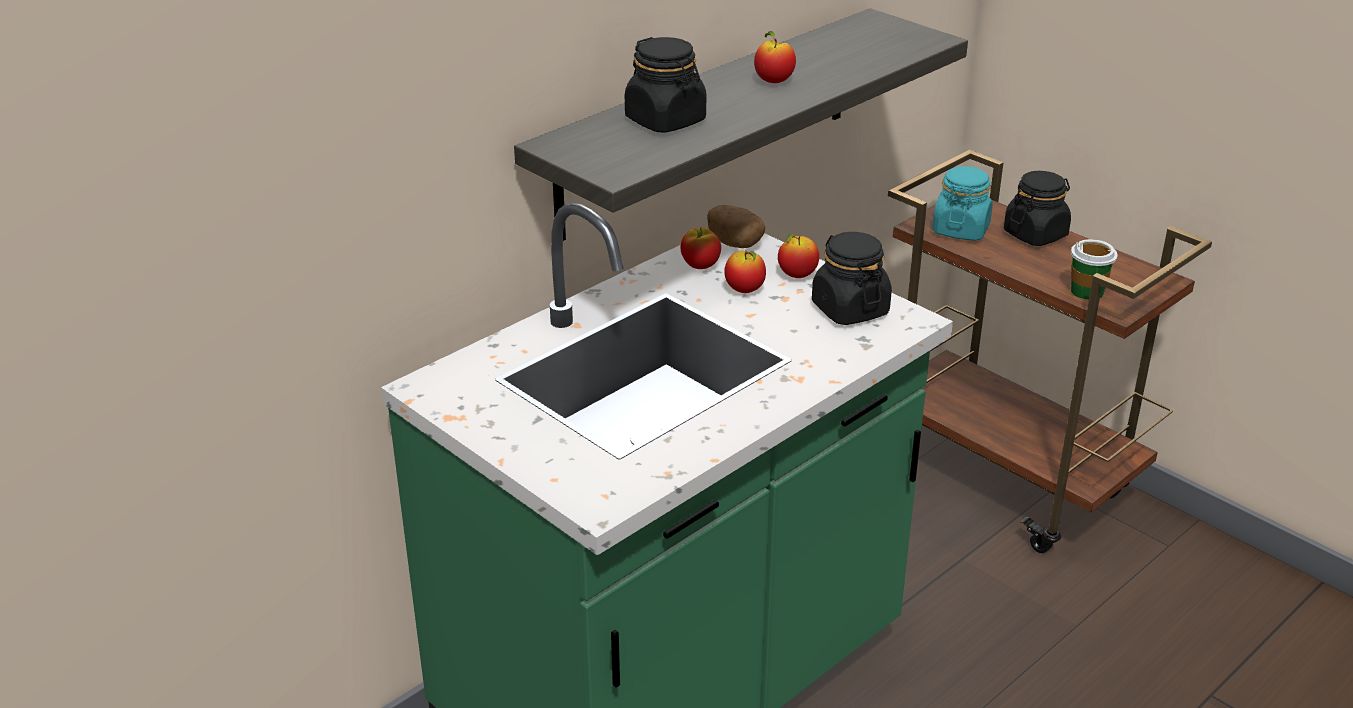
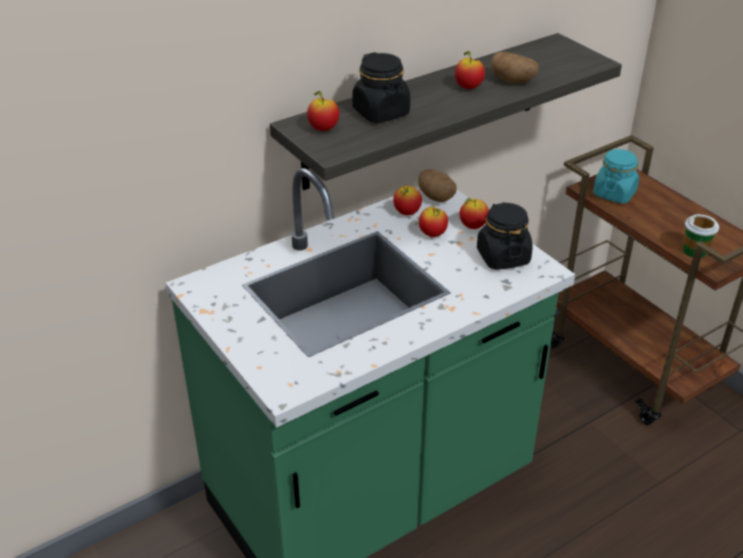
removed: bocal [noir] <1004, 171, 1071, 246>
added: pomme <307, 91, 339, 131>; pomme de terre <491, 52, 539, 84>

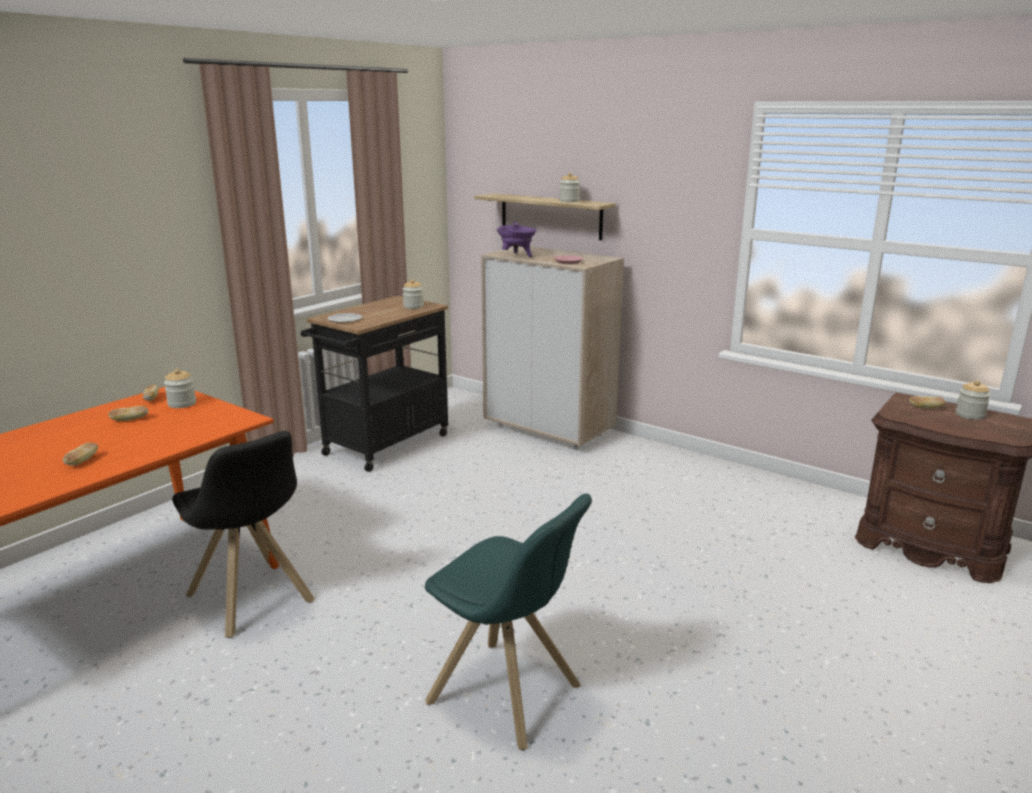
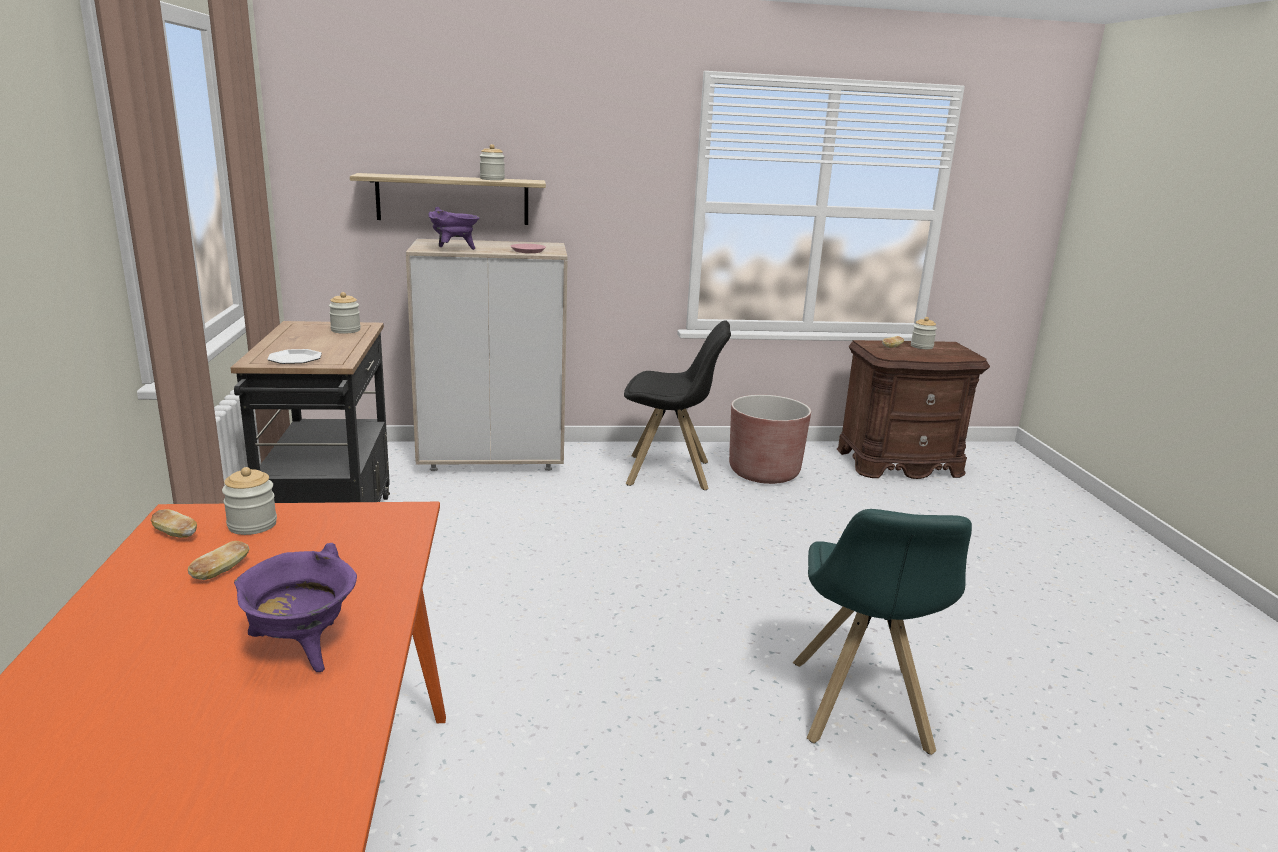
added: cache-pot [marron] <729, 395, 811, 484>
moved: chaise [noir] <172, 431, 315, 638> to <624, 320, 731, 490>
replaced: pain <63, 442, 98, 466> to marmite [violet] <234, 543, 357, 672>
turned: chaise [turquoise] <425, 494, 592, 750> = <793, 509, 972, 755> 105 degrees clockwise

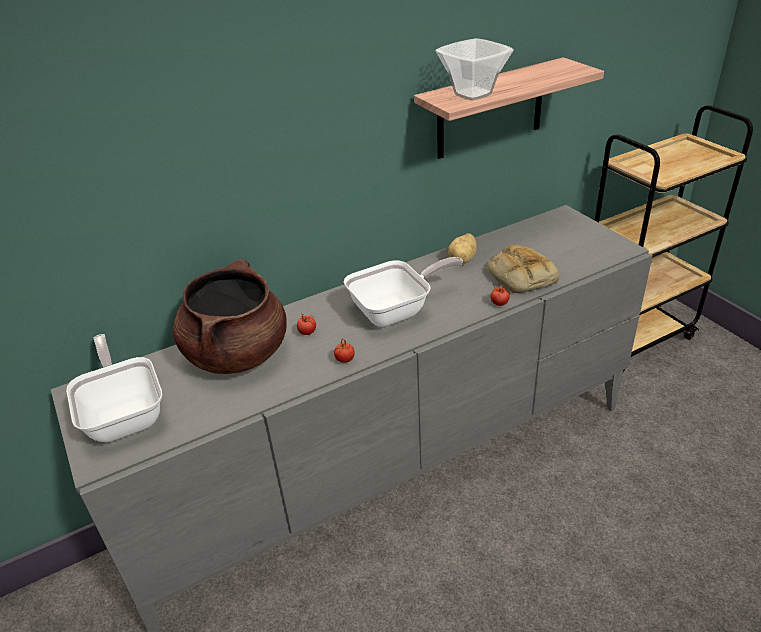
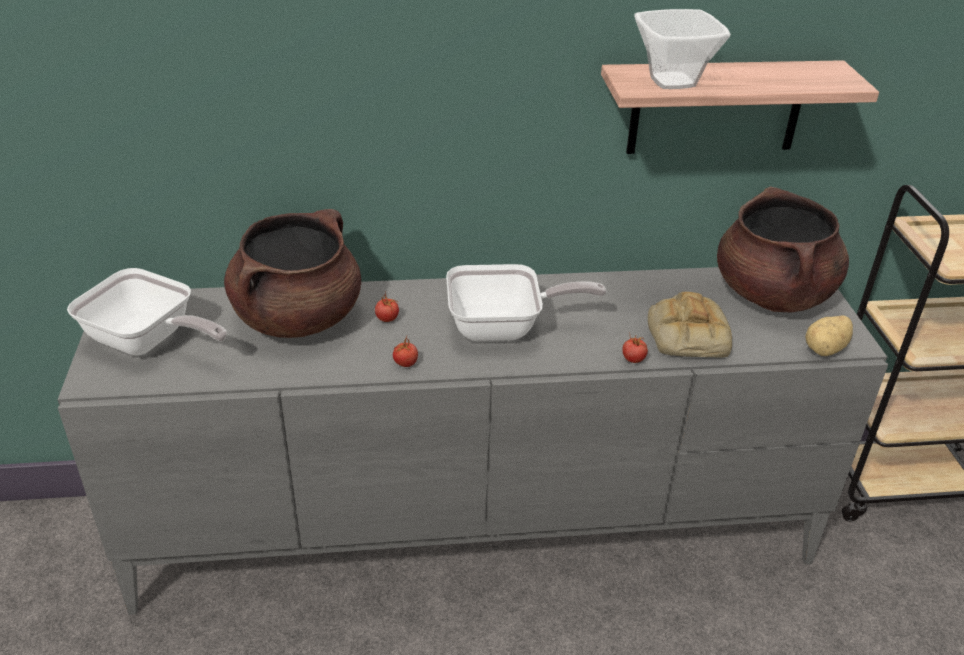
added: marmite [marron] <717, 186, 849, 313>
moved: pomme de terre <448, 233, 477, 264> to <805, 316, 853, 356>
turned: poêle <66, 334, 162, 442> = <67, 268, 227, 356> 120 degrees clockwise

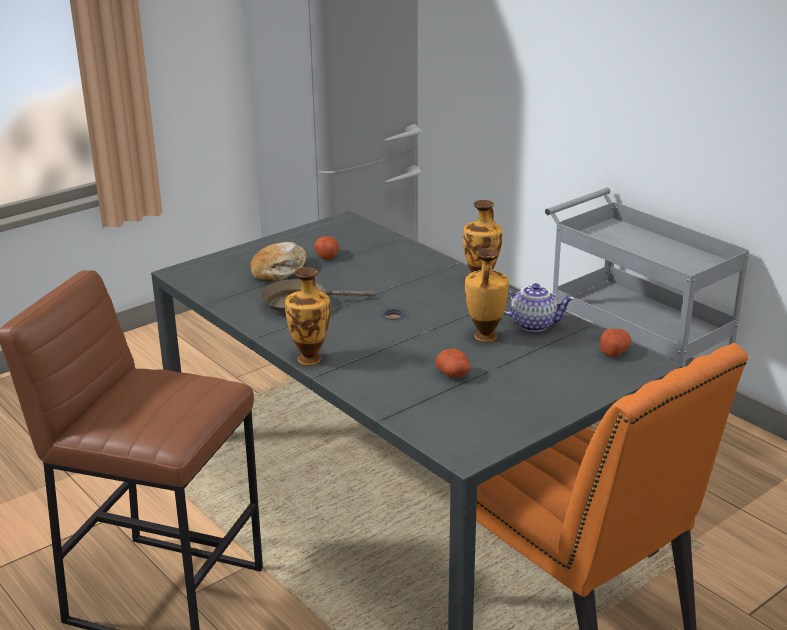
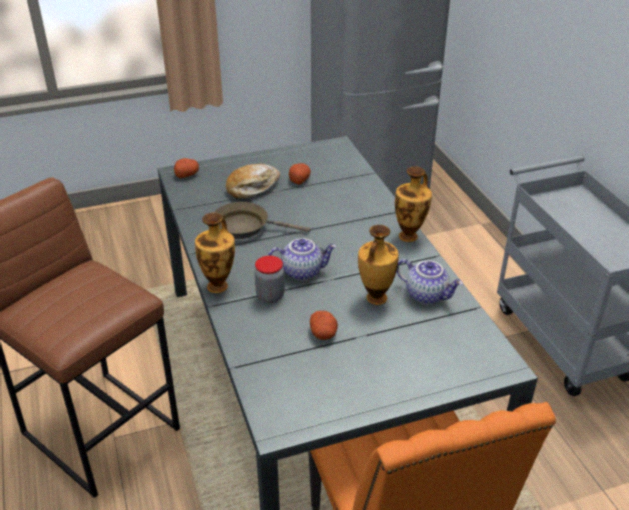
added: bocal <255, 256, 285, 303>; théière <268, 238, 337, 281>
moved: pomme de terre <599, 329, 631, 357> to <174, 158, 199, 178>

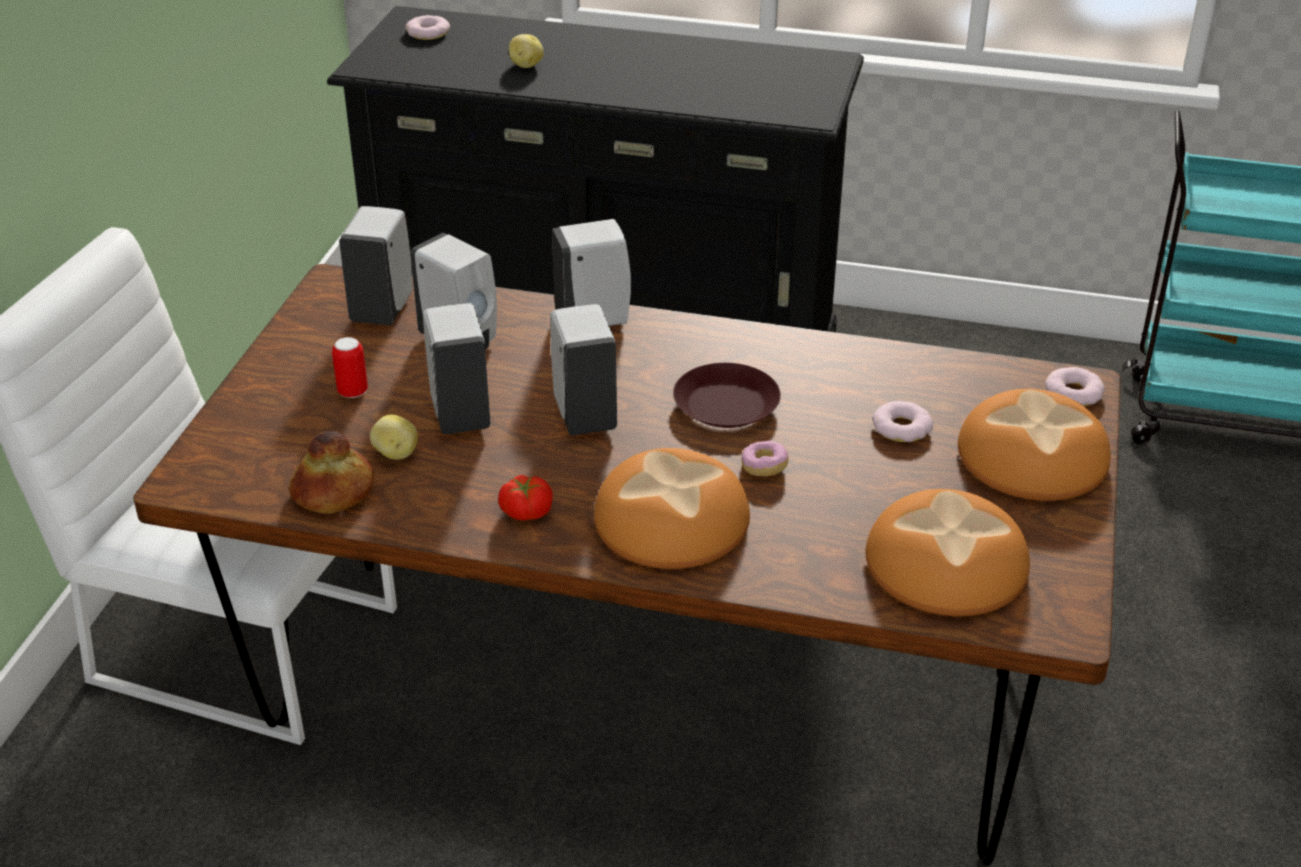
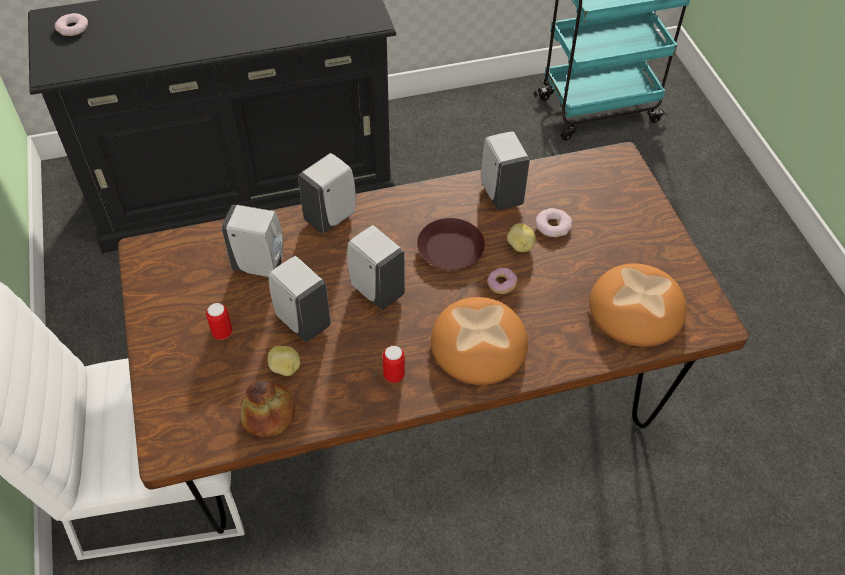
removed: pain <958, 389, 1111, 501>; beignet <1045, 367, 1105, 406>
moved: distributeur de savon [blanc] <339, 206, 412, 325> to <481, 131, 530, 210>; pomme de terre <509, 34, 544, 68> to <507, 223, 536, 252>
replaced: tomate <498, 474, 553, 520> to boîte métallique <383, 346, 405, 383>

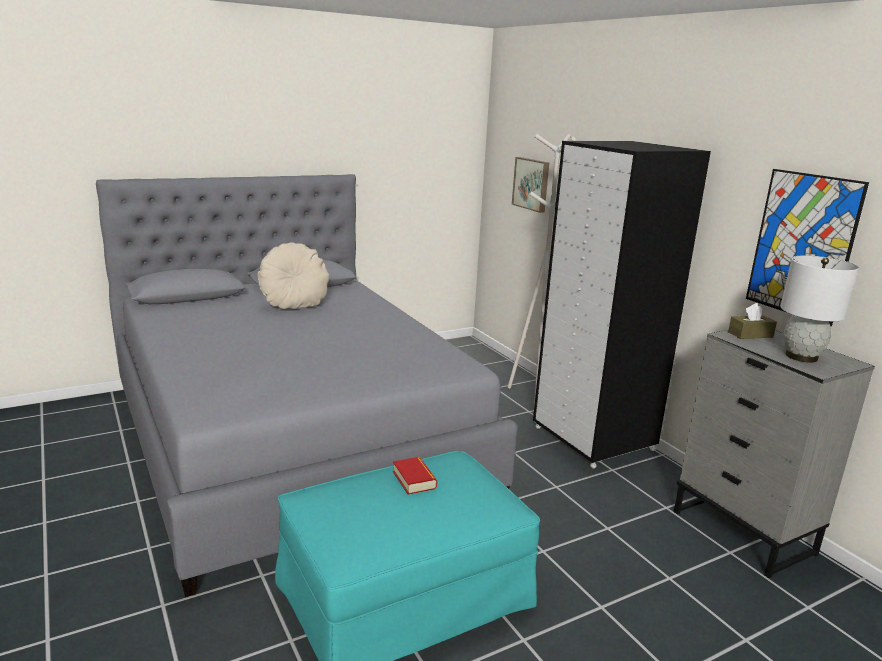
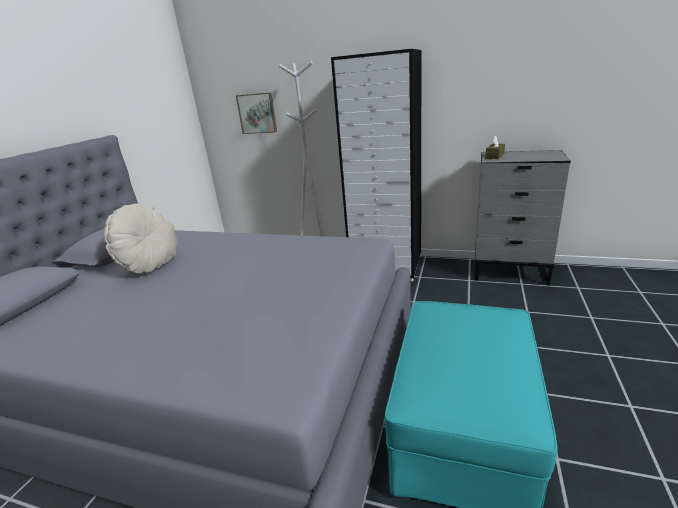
removed: livre <393, 457, 437, 495>; tableau <746, 169, 869, 326>; lampe de table [blanc] <781, 255, 859, 363>

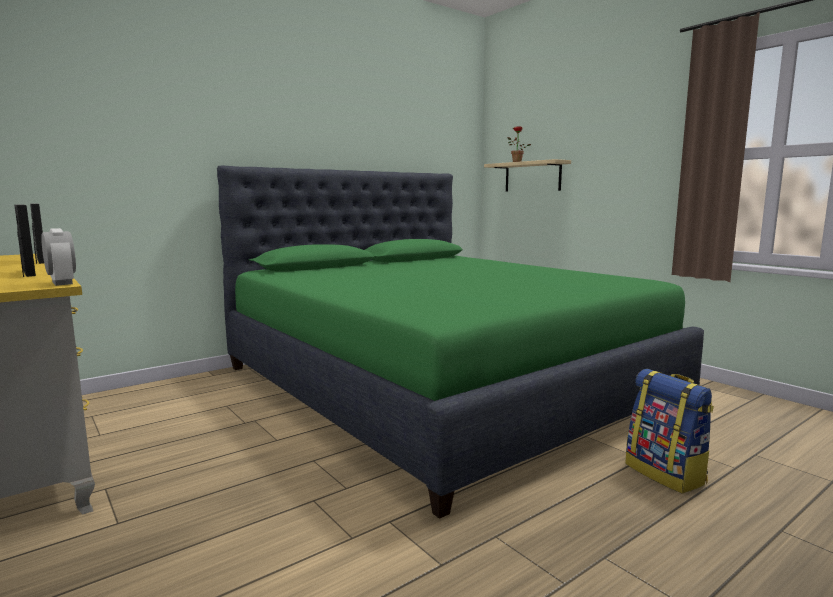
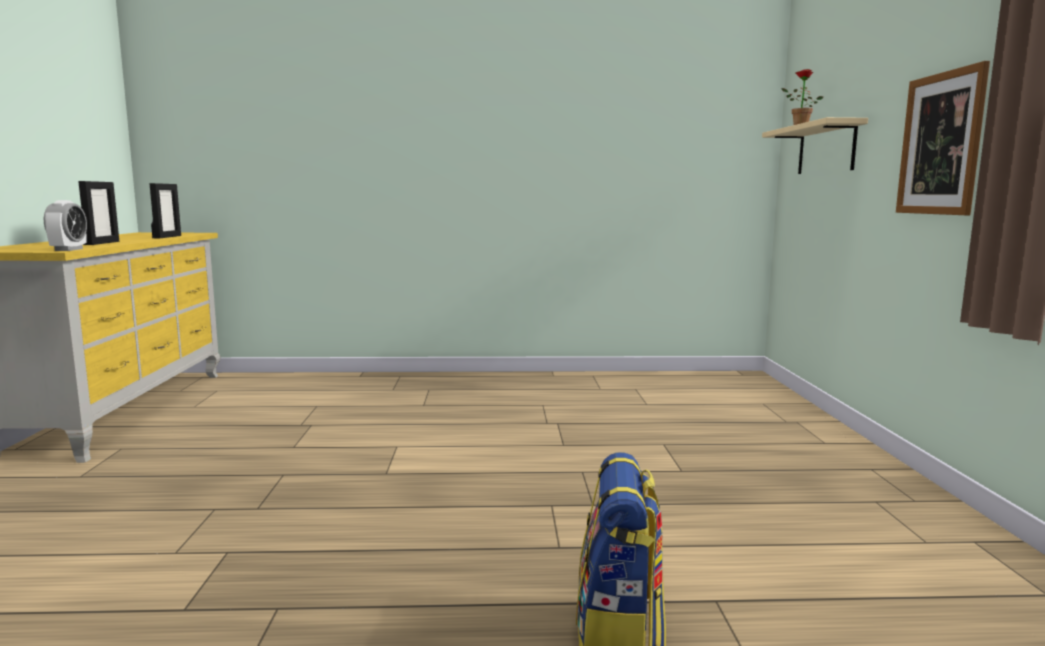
removed: lit [vert] <217, 166, 704, 519>
added: tableau <896, 61, 990, 215>

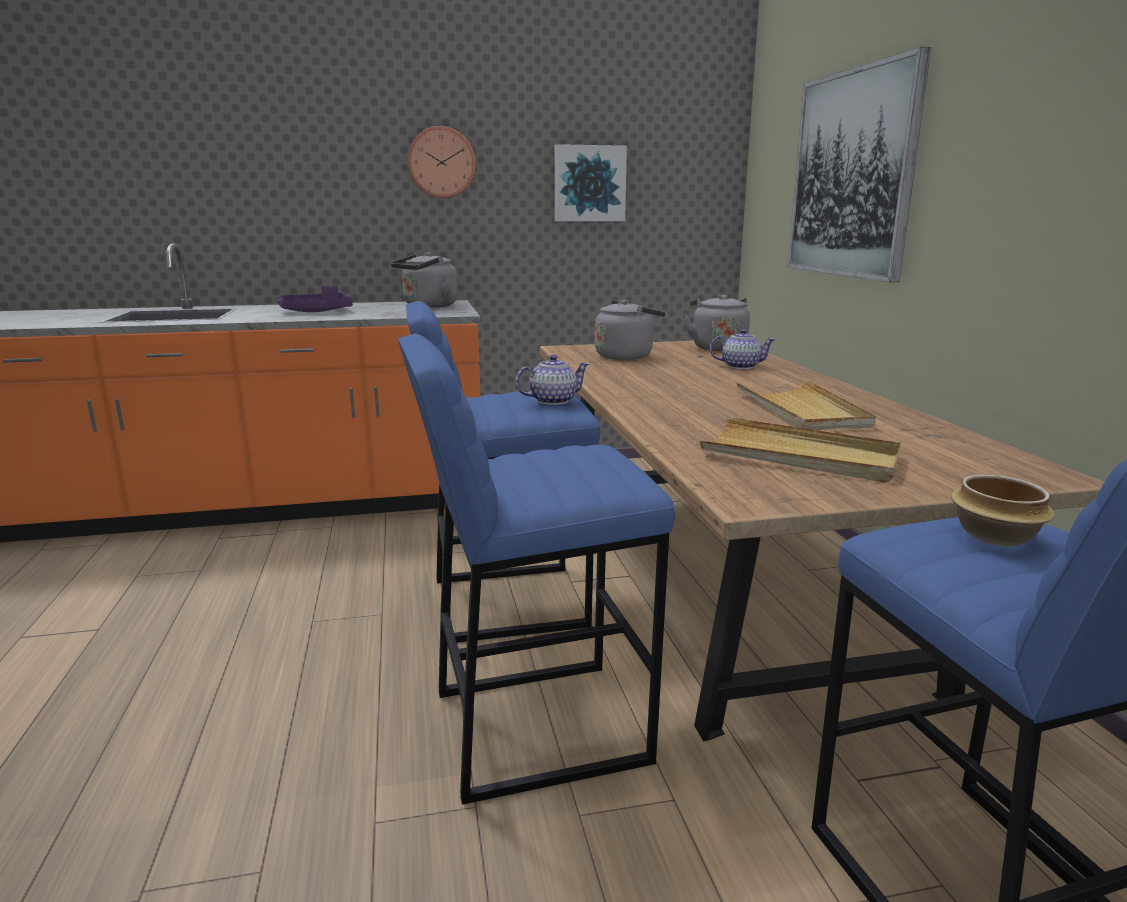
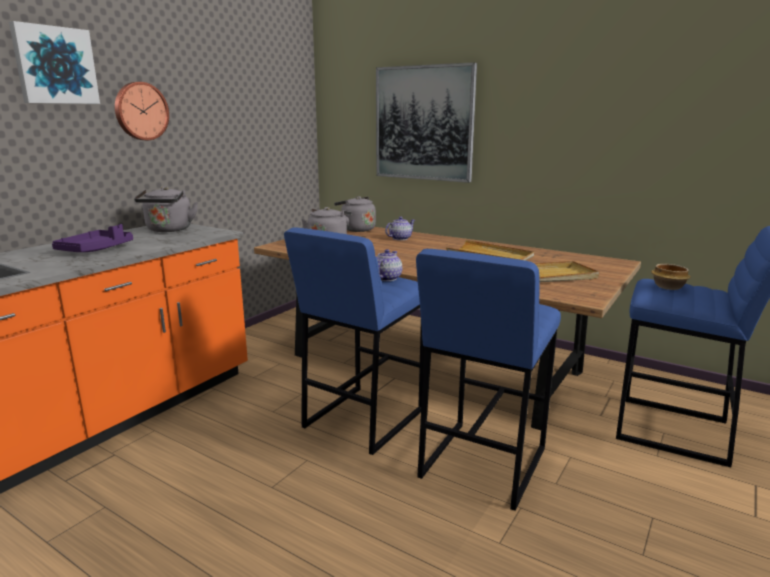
moved: tableau <555, 144, 627, 221> to <9, 21, 100, 104>

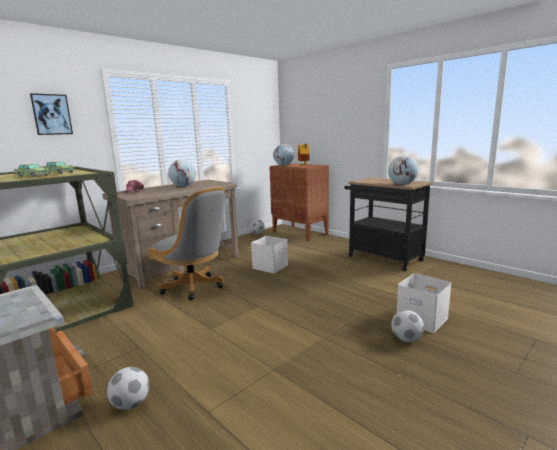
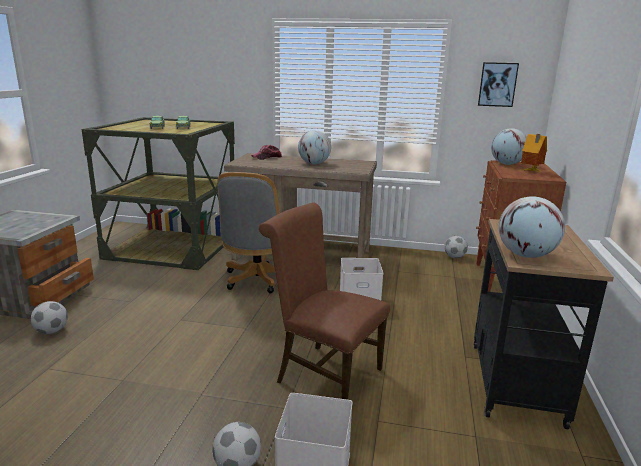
added: chaise [marron] <259, 202, 390, 400>
moved: tableau <30, 93, 73, 135> to <478, 62, 519, 107>

